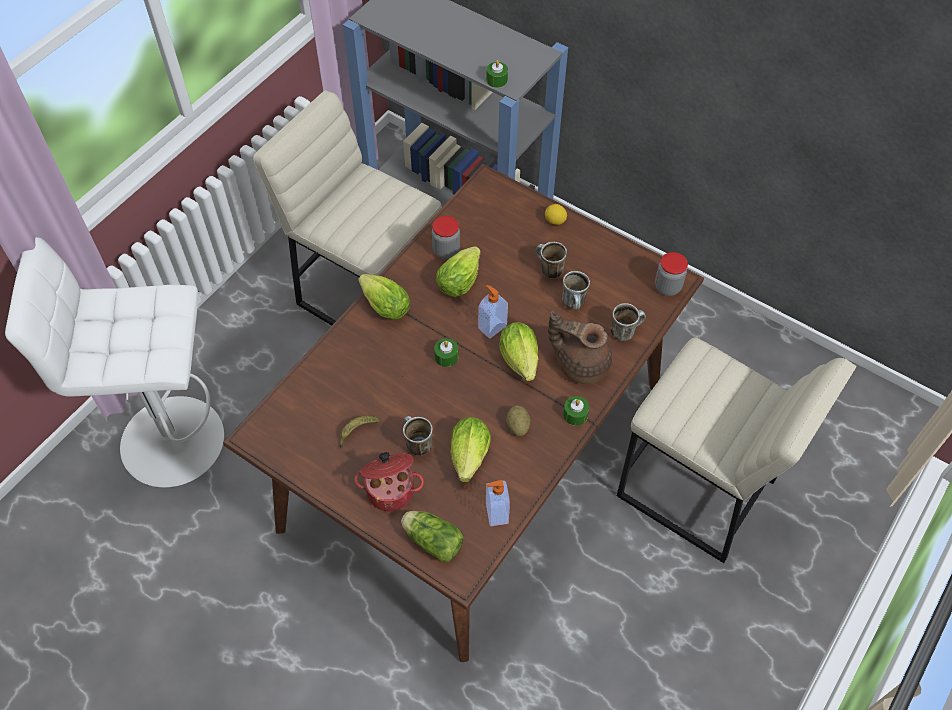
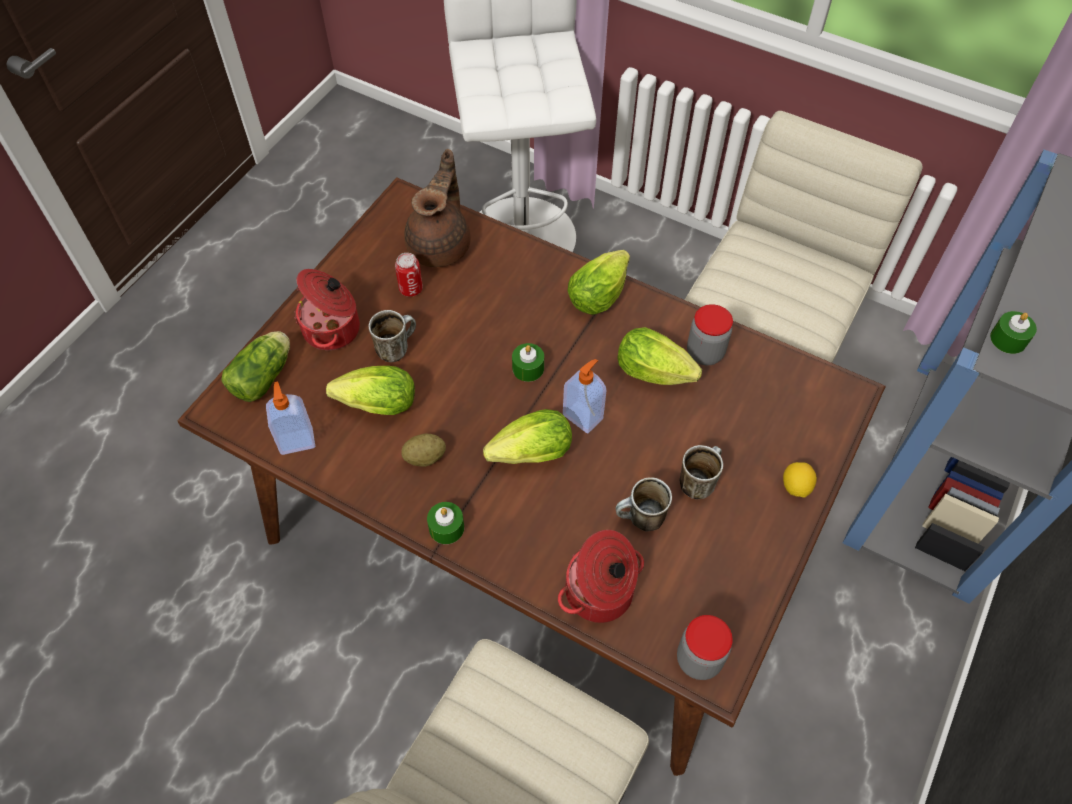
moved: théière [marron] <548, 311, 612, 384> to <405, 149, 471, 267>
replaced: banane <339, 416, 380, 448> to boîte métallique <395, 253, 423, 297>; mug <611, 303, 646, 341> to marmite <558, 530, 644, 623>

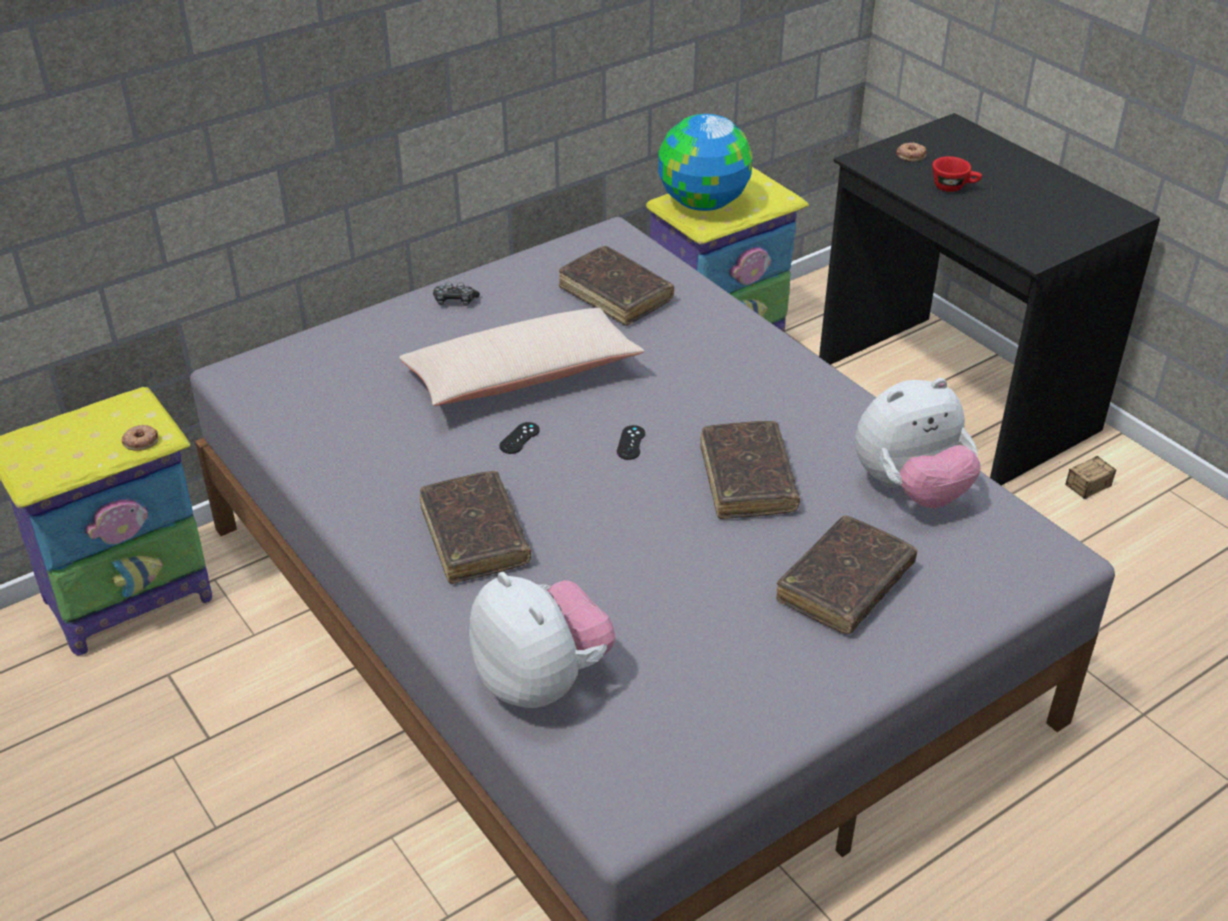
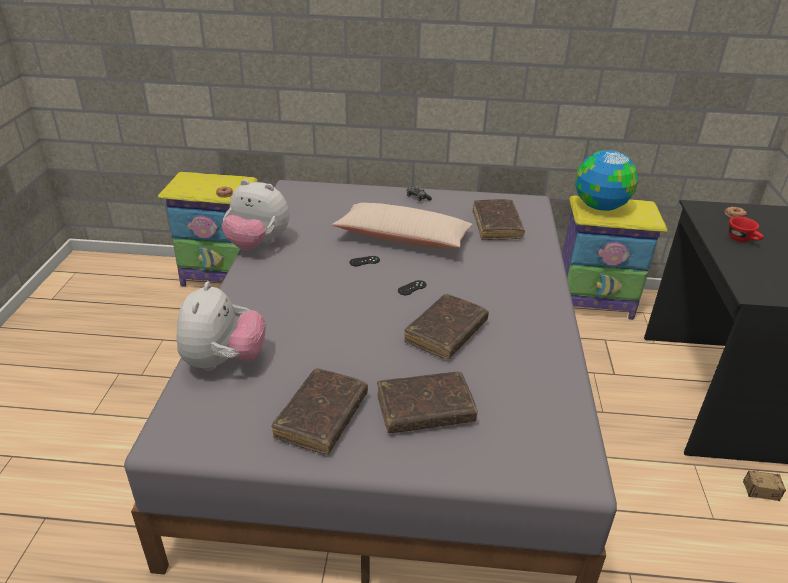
moved: peluche <855, 378, 981, 508> to <222, 179, 289, 250>; livre [marron] <420, 471, 531, 584> to <271, 368, 368, 454>

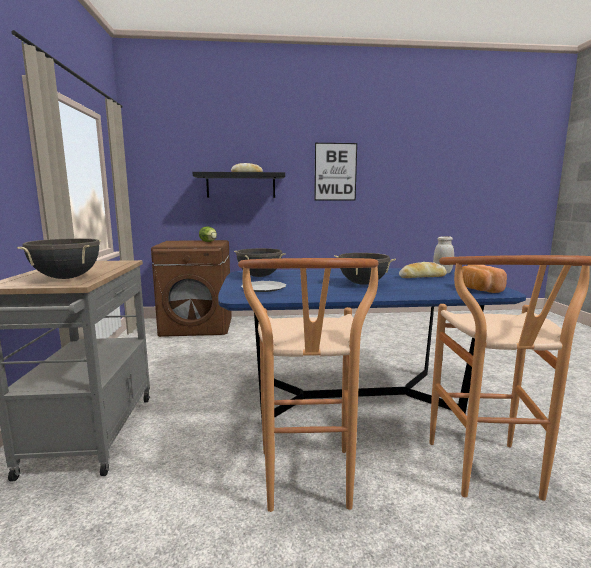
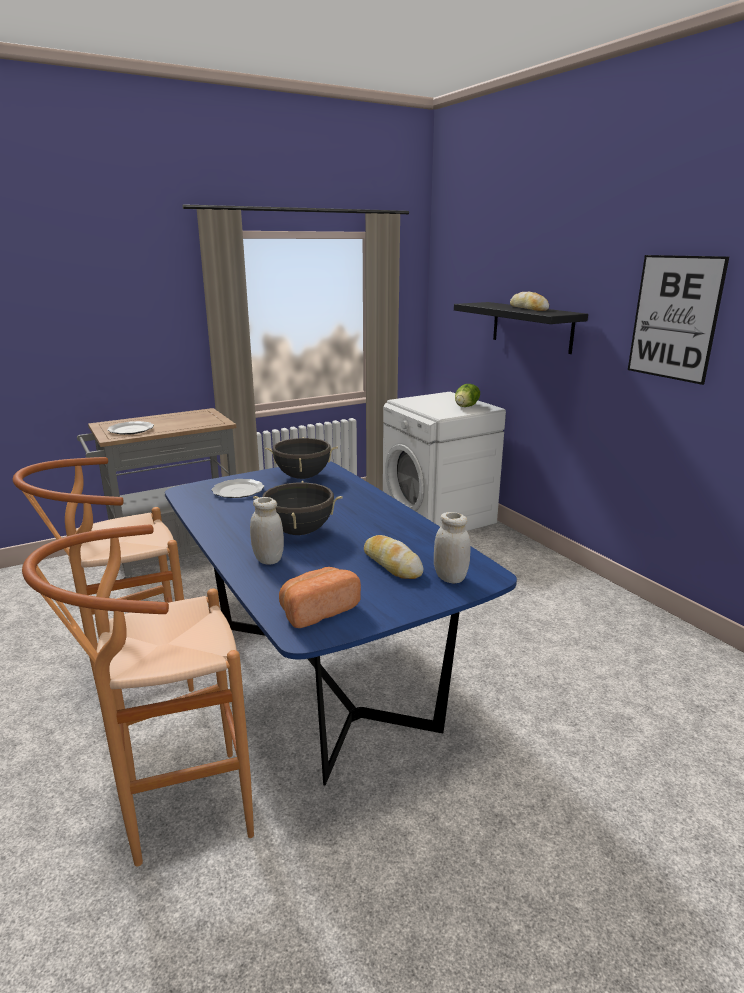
added: bocal [blanc] <250, 497, 284, 565>
replaced: marmite [noir] <17, 238, 101, 279> to assiette <107, 421, 154, 435>
recoloured: lave-linge [marron] <151, 240, 232, 337> to lave-linge [blanc] <383, 392, 506, 531>

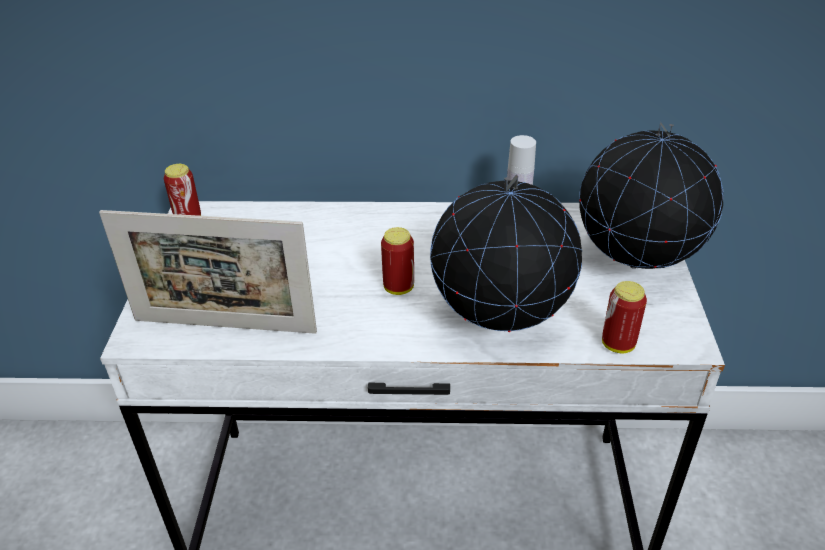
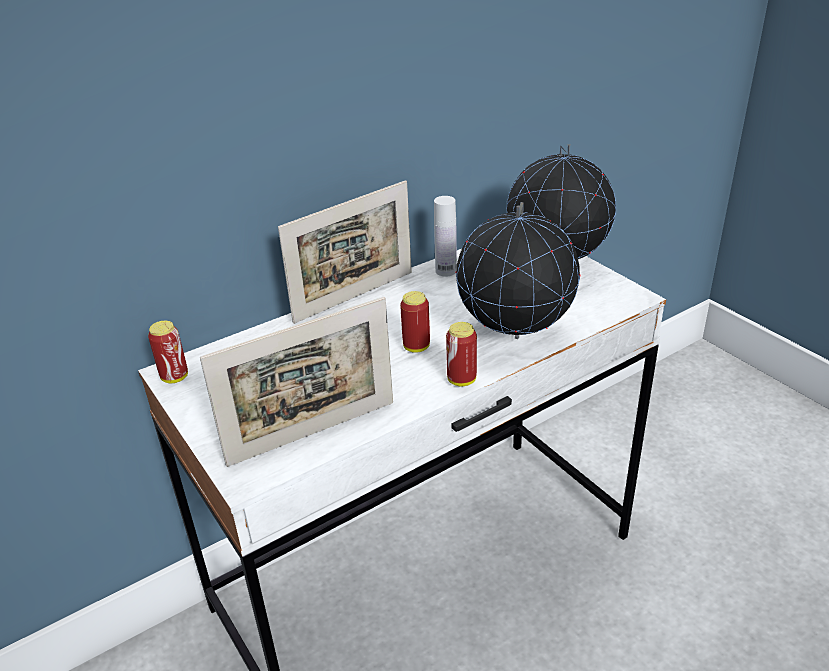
added: cadre photo <278, 180, 412, 324>
moved: boîte métallique <602, 281, 647, 353> to <446, 322, 477, 386>

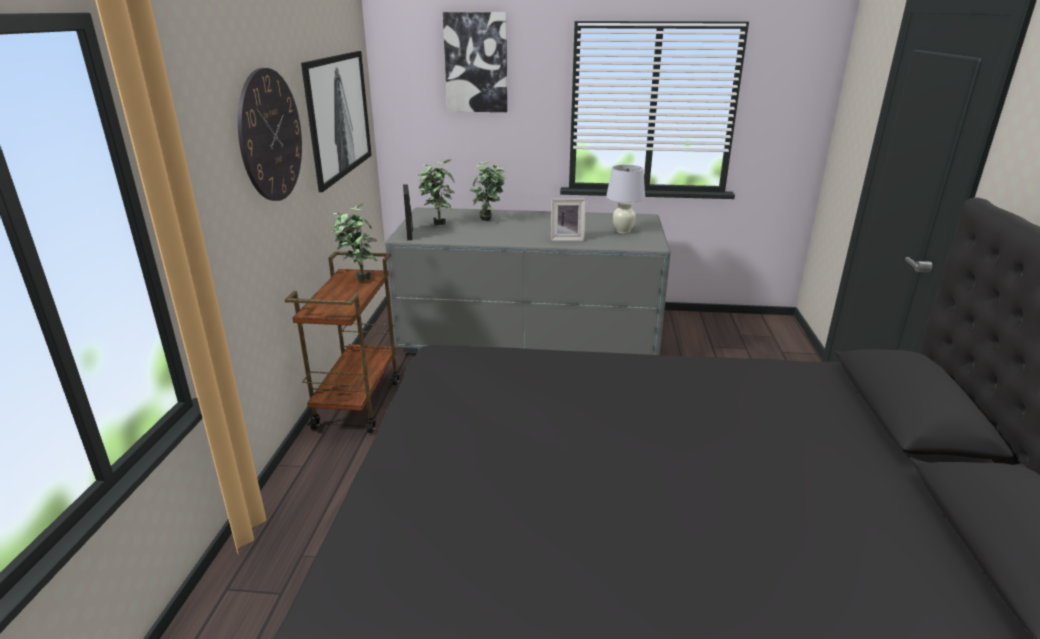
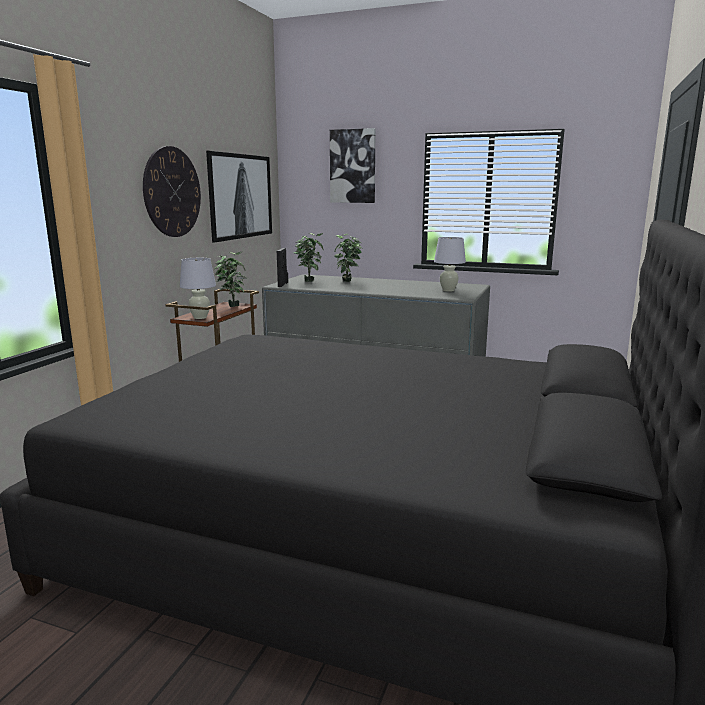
removed: cadre photo <551, 199, 586, 241>
added: lampe de table [blanc] <180, 258, 216, 319>

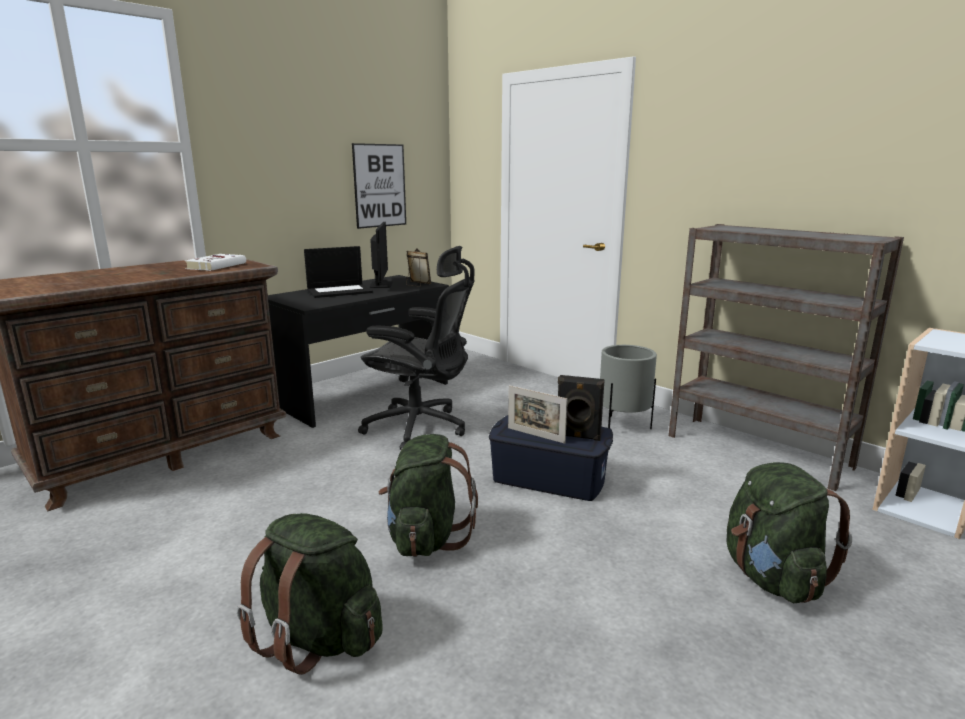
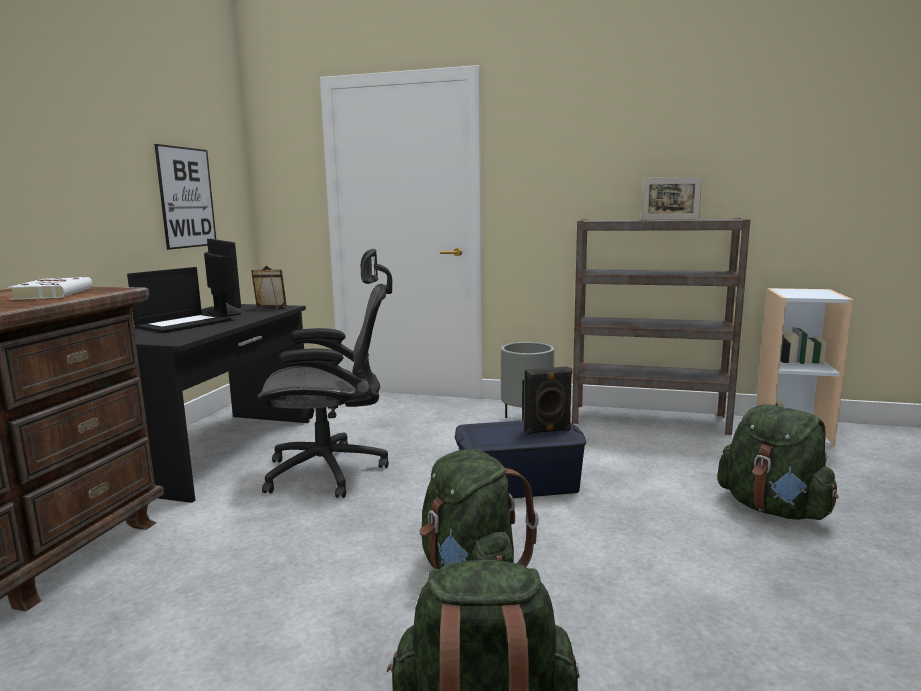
moved: cadre photo <508, 385, 567, 444> to <641, 177, 702, 220>

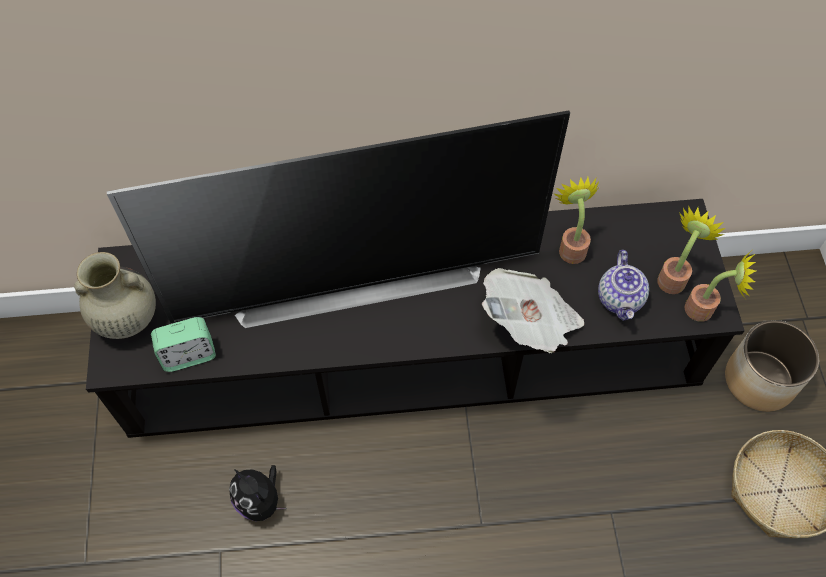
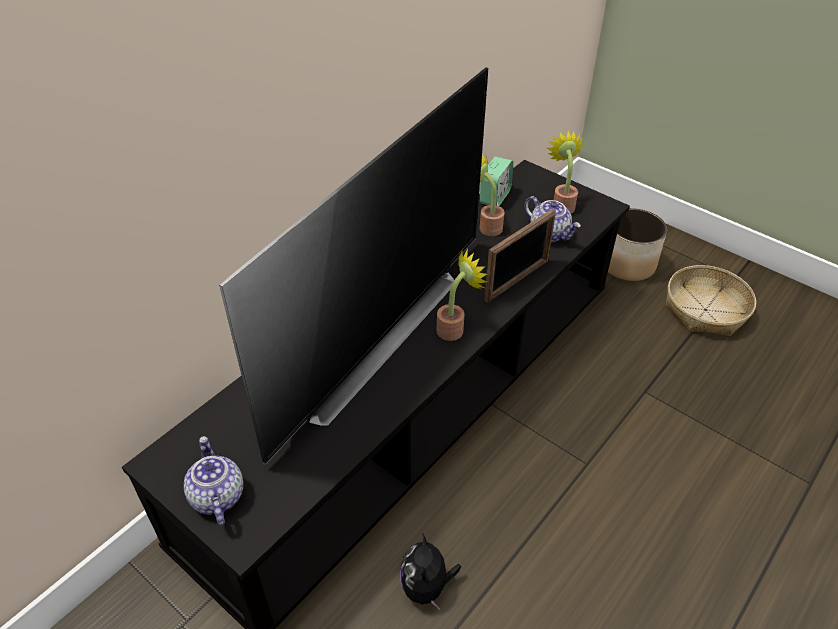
moved: plante en pot <684, 251, 756, 322> to <436, 247, 487, 341>; réveil <151, 317, 216, 372> to <480, 156, 513, 206>
replaced: vase [beige] <74, 252, 156, 339> to théière <184, 436, 243, 526>; journal <482, 268, 584, 353> to cadre photo <484, 209, 556, 303>
turned: peluche <229, 465, 287, 521> = <400, 533, 461, 610> 90 degrees clockwise

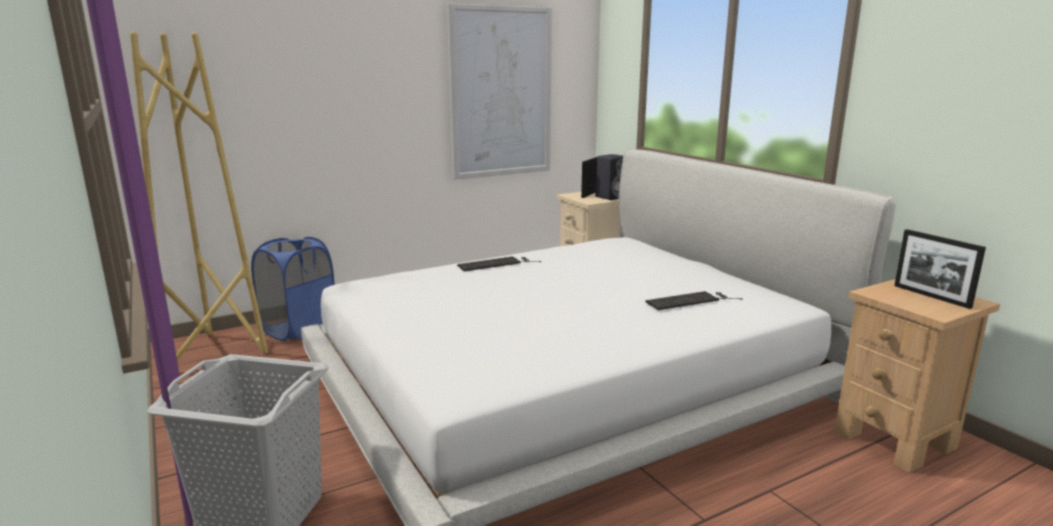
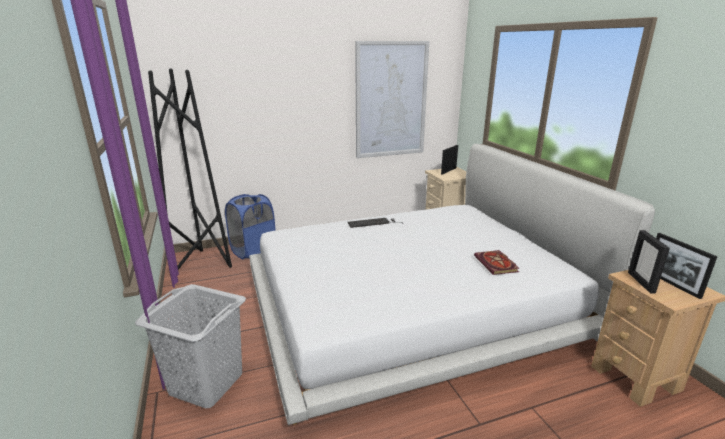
removed: enceinte [noir] <595, 154, 623, 200>
added: cadre photo <628, 230, 670, 293>
replaced: clavier <645, 291, 743, 310> to livre <474, 250, 520, 275>
recoloured: portant [jaune] <130, 31, 268, 362> to portant [noir] <148, 68, 232, 270>

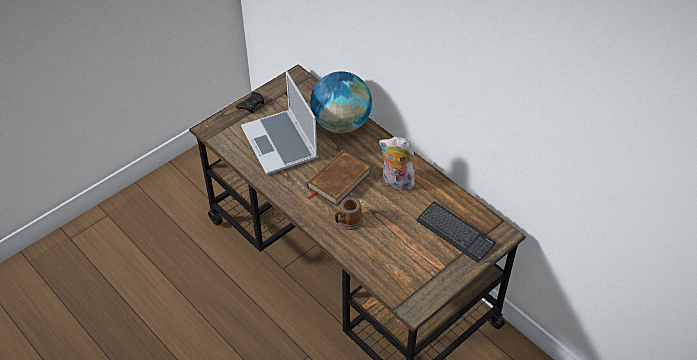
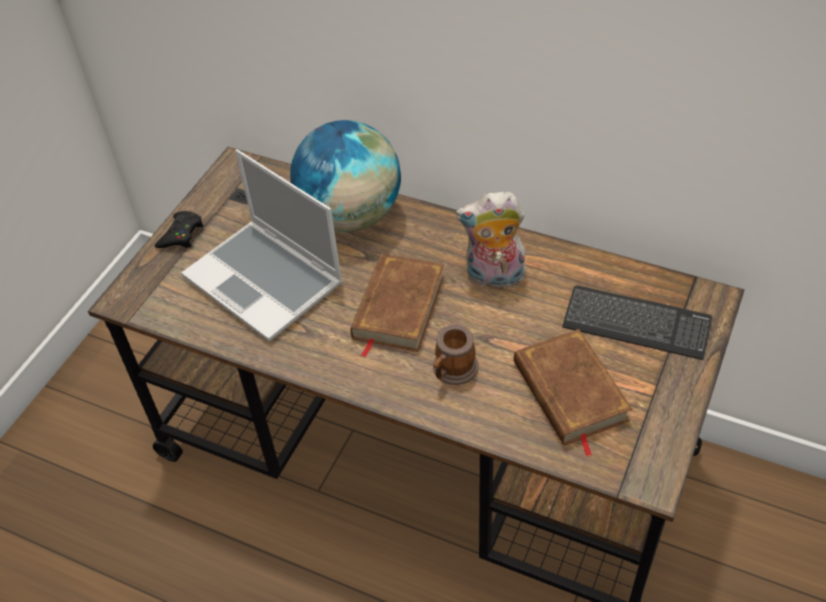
added: livre [marron] <514, 329, 633, 456>

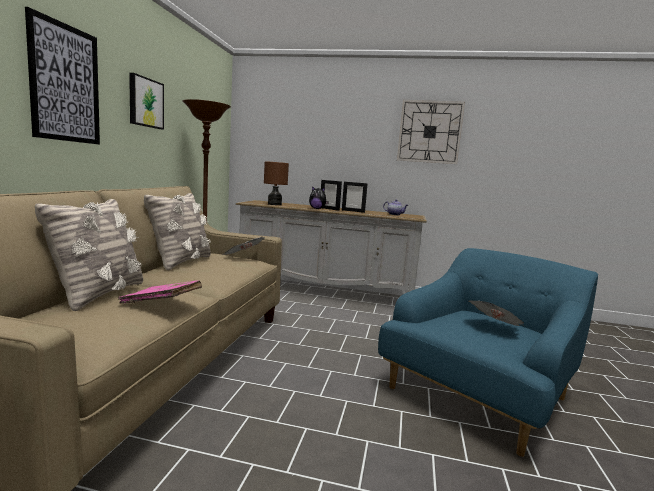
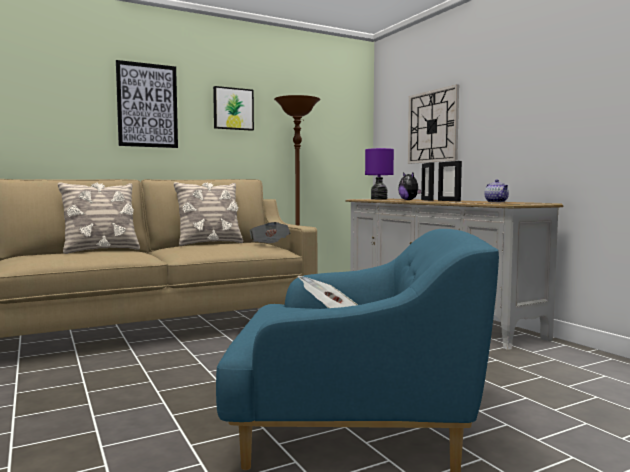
removed: livre [rose] <118, 280, 202, 303>
moved: horloge murale <397, 100, 465, 164> to <408, 84, 459, 164>
recoloured: lampe de table [marron] <264, 161, 289, 205> to lampe de table [violet] <365, 148, 394, 199>

